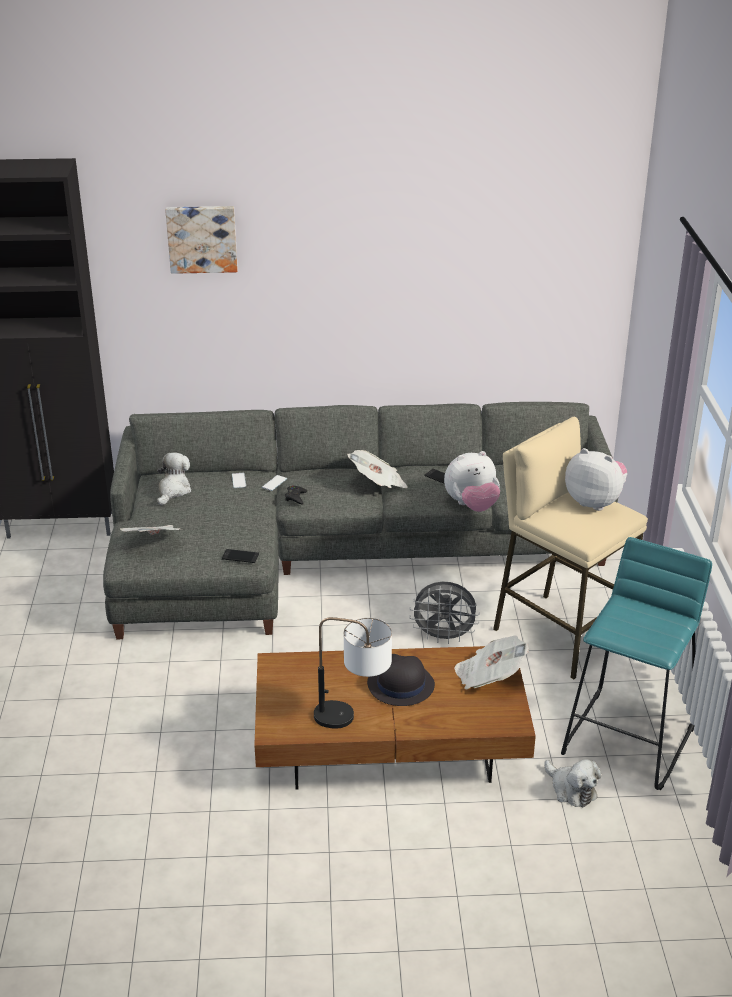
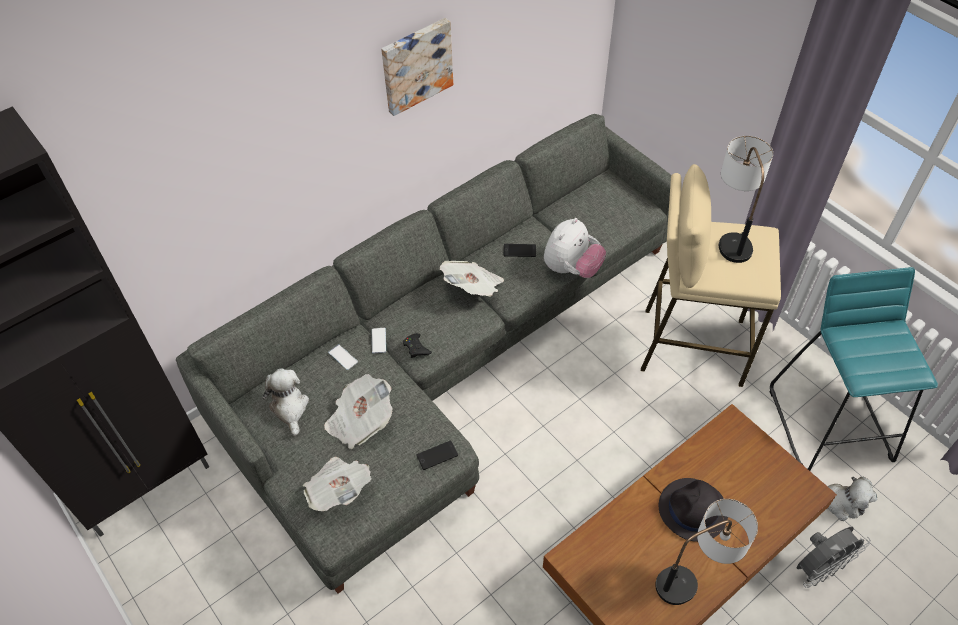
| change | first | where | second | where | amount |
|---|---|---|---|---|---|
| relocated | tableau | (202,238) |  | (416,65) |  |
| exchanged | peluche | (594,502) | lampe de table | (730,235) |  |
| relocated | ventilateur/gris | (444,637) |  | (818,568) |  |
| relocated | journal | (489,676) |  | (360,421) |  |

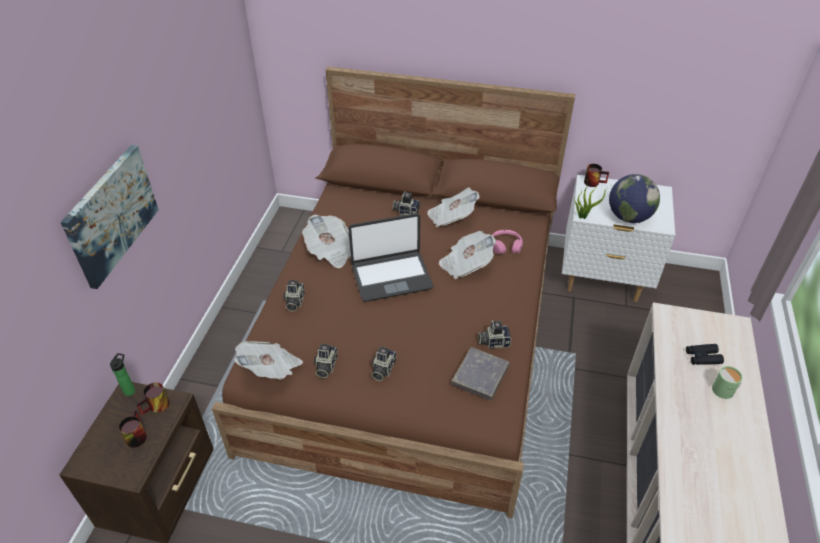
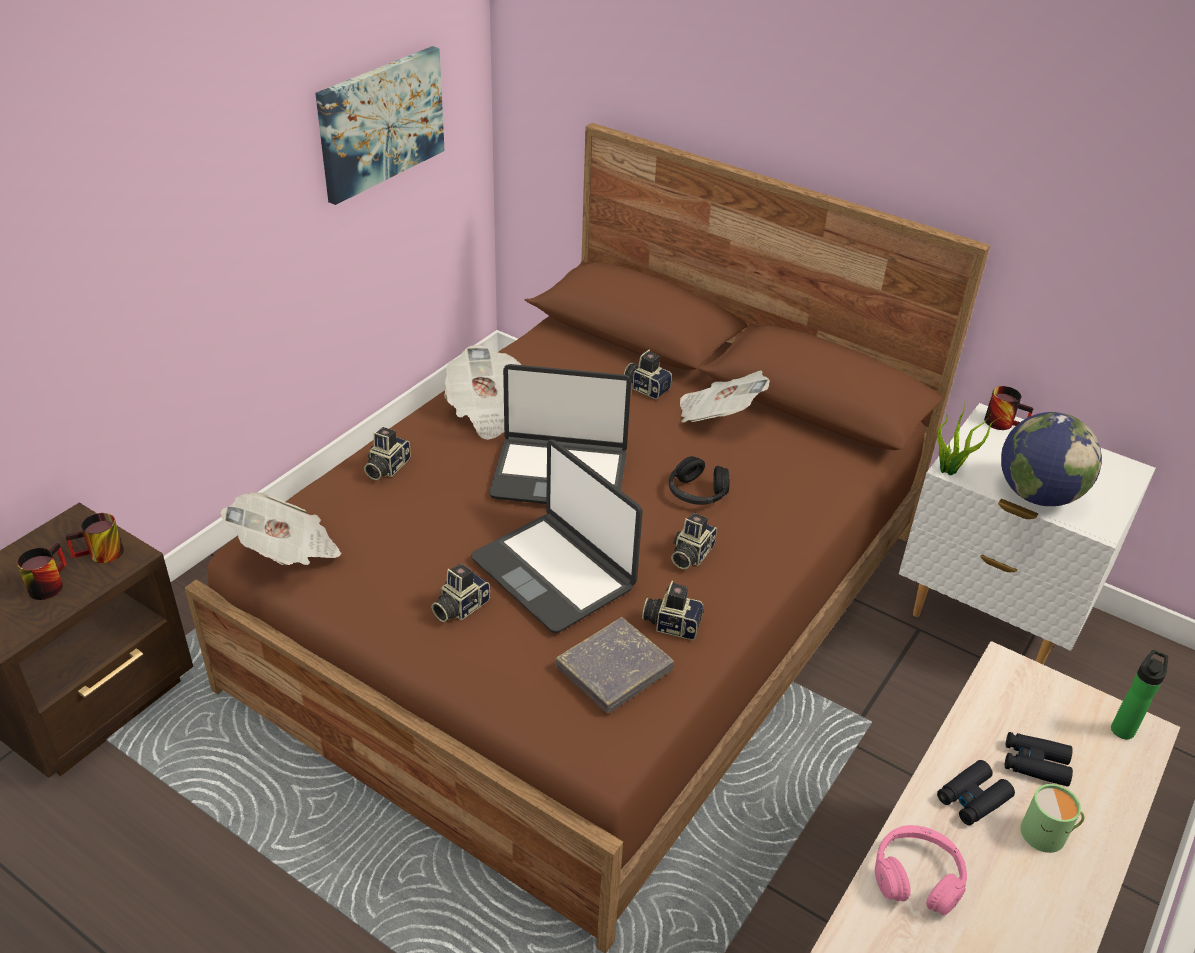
| change | first | where | second | where | amount |
|---|---|---|---|---|---|
| relocated | tableau | (111,214) |  | (381,122) |  |
| relocated | casque audio/rose | (505,246) |  | (917,877) |  |
| exchanged | journal | (466,265) | casque audio/noir | (697,493) |  |
| relocated | appareil photo | (325,366) |  | (690,554) |  |
| relocated | bouteille | (130,390) |  | (1123,728) |  |
| appeared |  |  | ordinateur portable | (554,572) |  |
| appeared |  |  | jumelles/noir | (972,798) |  |

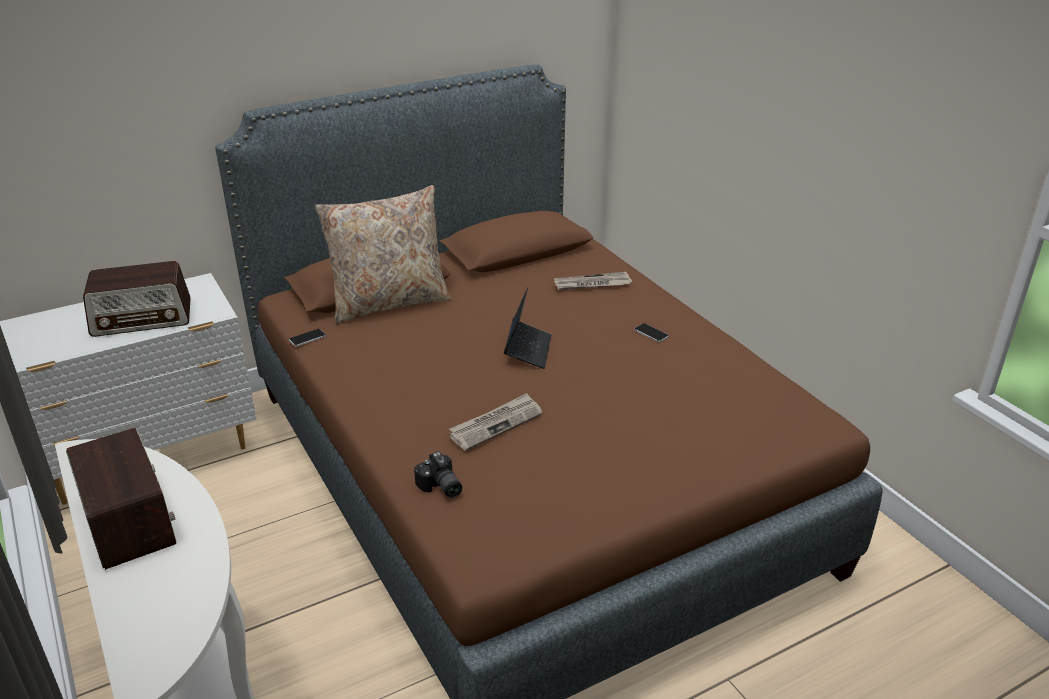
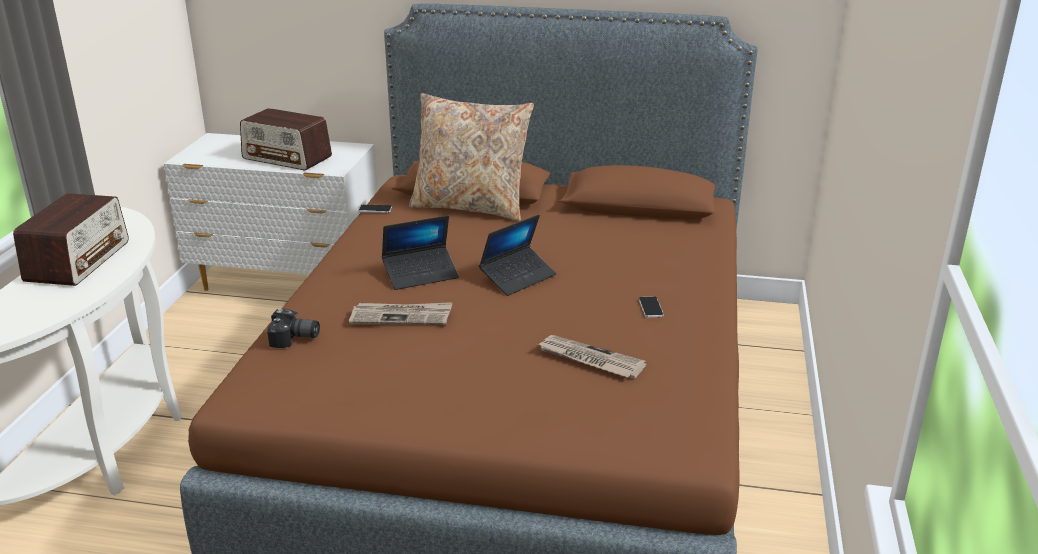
| change | first | where | second | where | amount |
|---|---|---|---|---|---|
| relocated | journal | (592,284) |  | (589,360) |  |
| spun | appareil photo | (440,487) |  | (294,339) | 90 degrees counterclockwise |
| appeared |  |  | ordinateur portable | (421,274) |  |

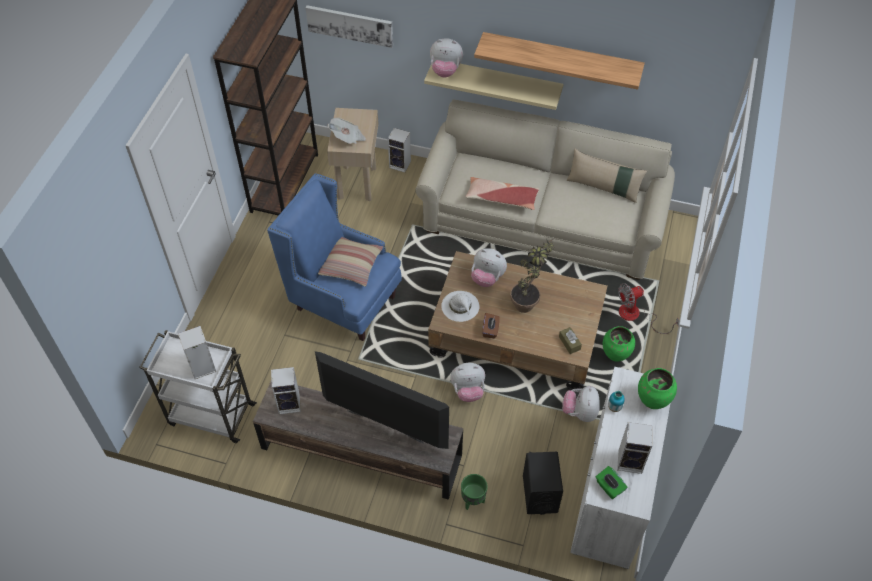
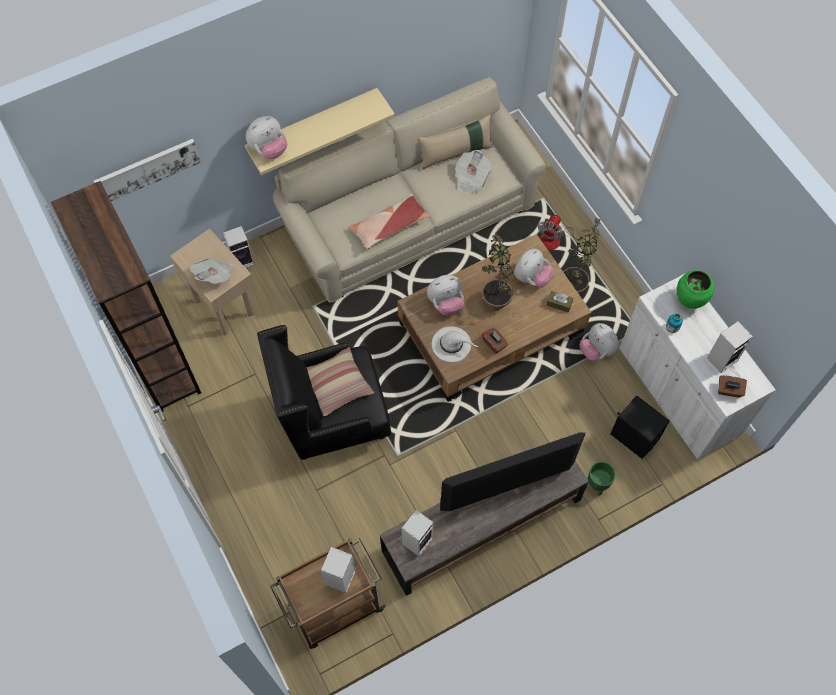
| change | first | where | second | where | amount |
|---|---|---|---|---|---|
| missing | étagère | (561,58) |  |  |  |
| colour | fauteuil/bleu | (344,302) | fauteuil/noir | (333,420) |  |
| exchanged | vase/vert | (616,355) | plante en pot | (575,283) |  |
| colour | chariot/blanc | (210,414) | chariot/marron | (334,609) |  |
| relocated | peluche | (468,390) |  | (531,277) |  |
| colour | boîte à mouchoirs/vert | (609,487) | boîte à mouchoirs/marron | (729,390) |  |
| appeared |  |  | journal | (471,178) |  |

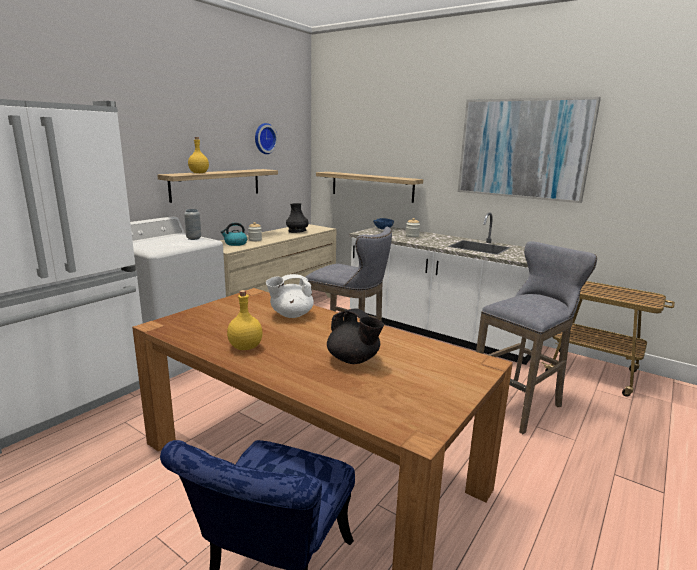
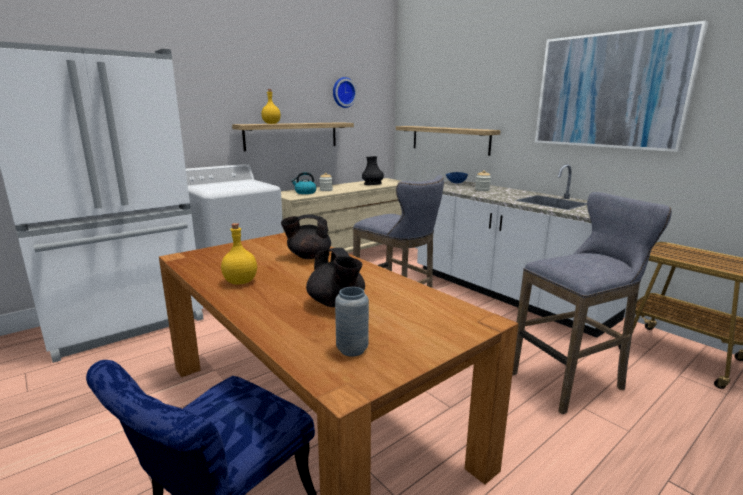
| change | first | where | second | where | amount |
|---|---|---|---|---|---|
| relocated | vase/gris | (193,238) |  | (352,350) |  |
| colour | théière/blanc | (291,315) | théière/noir | (308,256) |  |

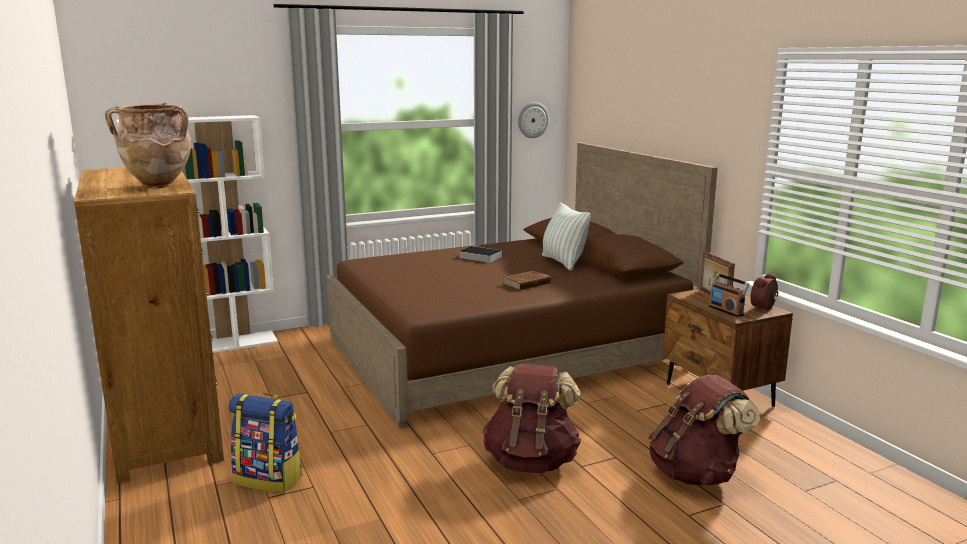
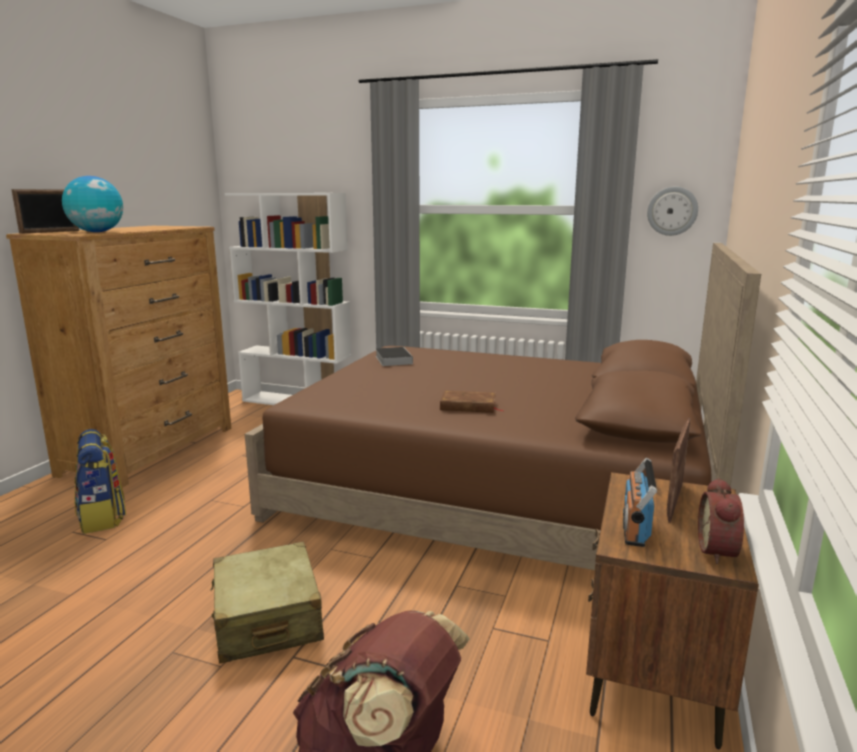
| change | first | where | second | where | amount |
|---|---|---|---|---|---|
| exchanged | vase/beige | (160,186) | globe | (97,232) |  |
| missing | coussin | (563,262) |  |  |  |
| relocated | livre | (479,257) |  | (393,359) |  |
| spun | réveil | (764,308) |  | (720,551) | 75 degrees counterclockwise |
| exchanged | sac à dos/marron | (531,461) | valise/beige | (267,618) |  |
| appeared |  |  | cadre photo | (50,232) |  |

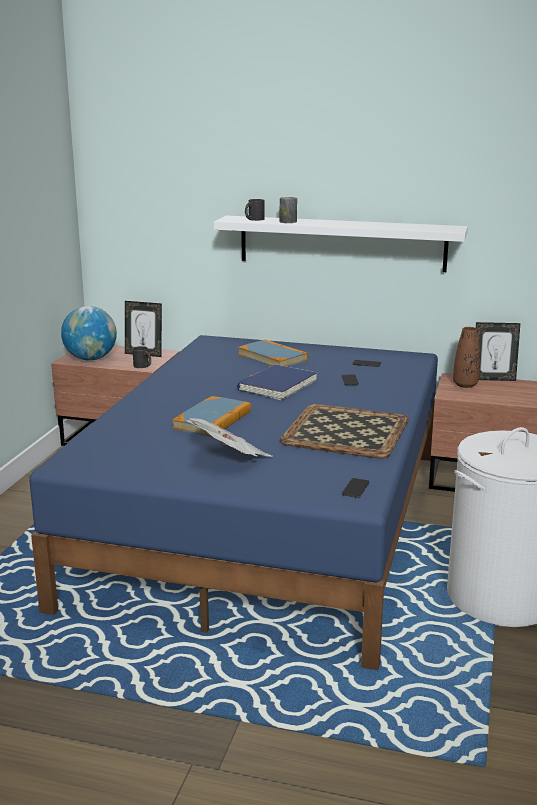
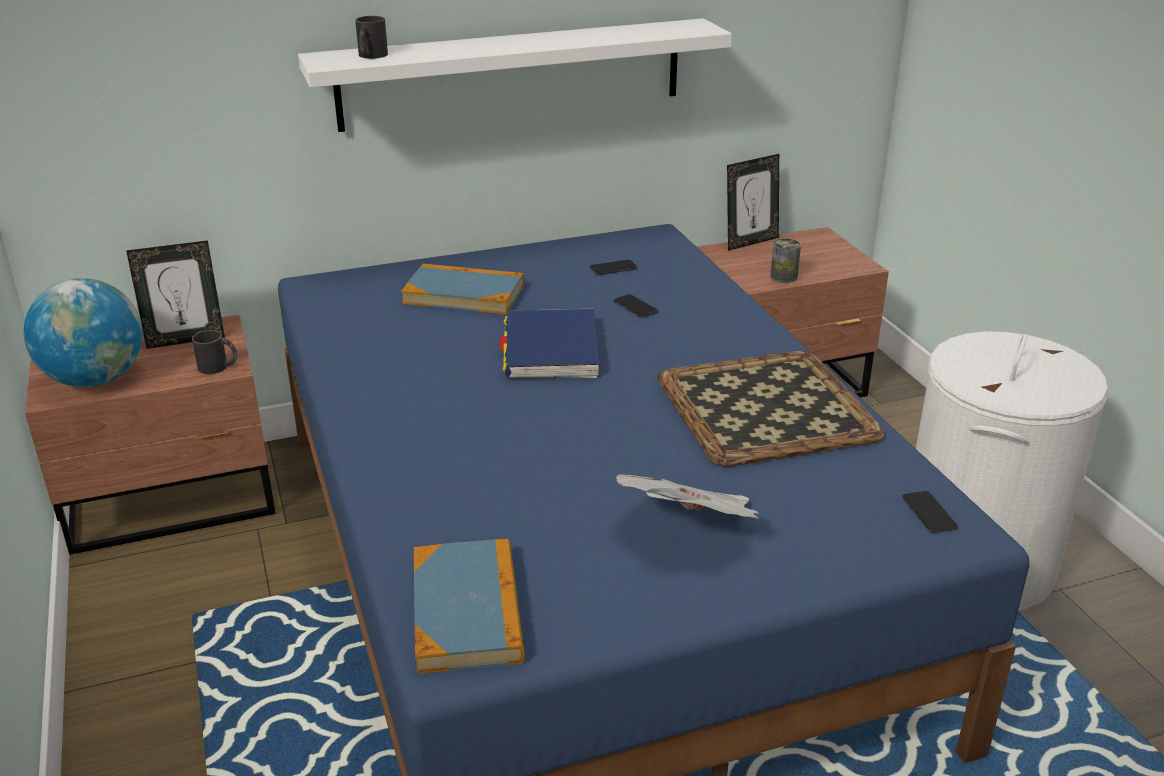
| change | first | where | second | where | amount |
|---|---|---|---|---|---|
| relocated | boîte métallique | (288,221) |  | (783,277) |  |
| missing | vase/marron | (465,385) |  |  |  |
| relocated | livre | (212,420) |  | (467,610) |  |

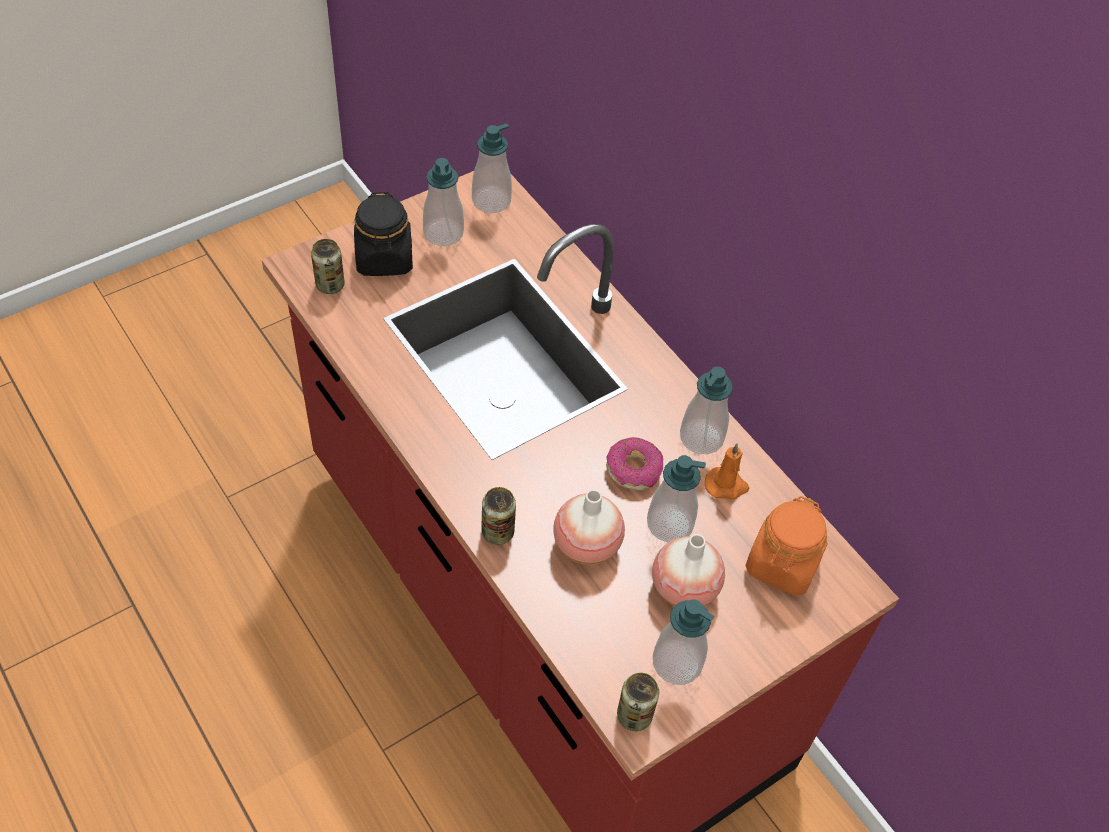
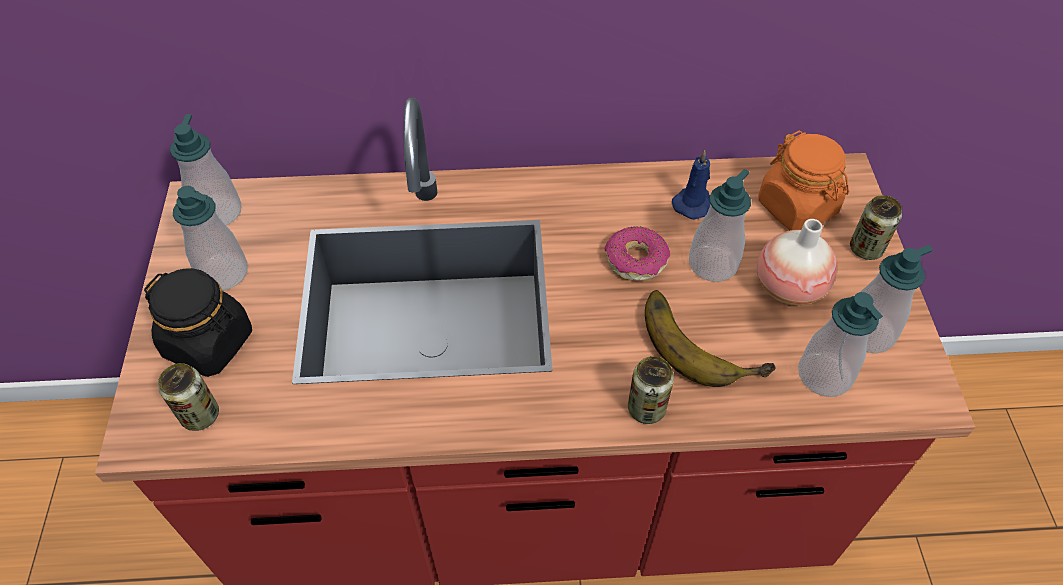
| change | first | where | second | where | amount |
|---|---|---|---|---|---|
| relocated | distributeur de savon | (701,437) |  | (824,375) |  |
| colour | bougie/orange | (726,485) | bougie/bleu | (693,203) |  |
| exchanged | vase | (586,544) | banane | (702,339) |  |
| relocated | boîte métallique | (634,715) |  | (865,248) |  |

